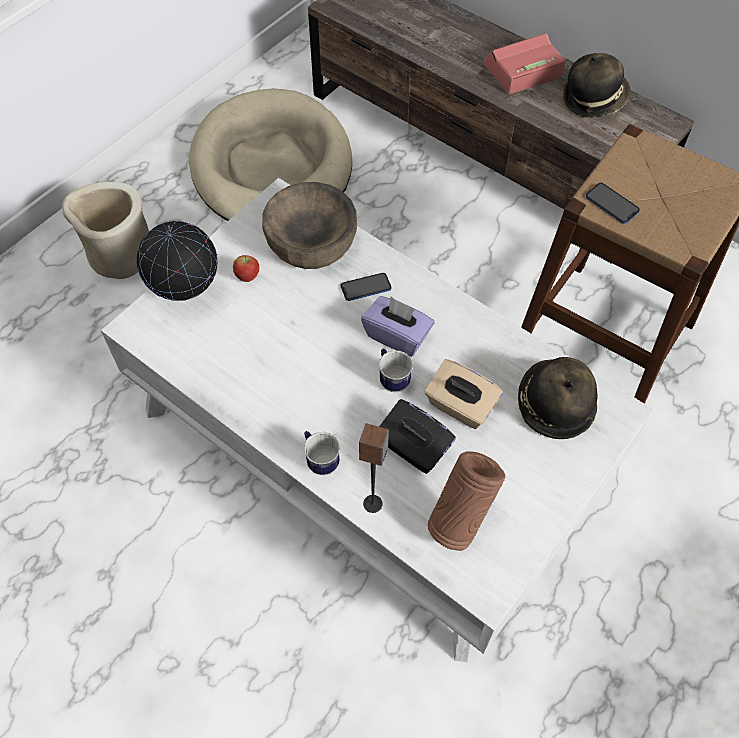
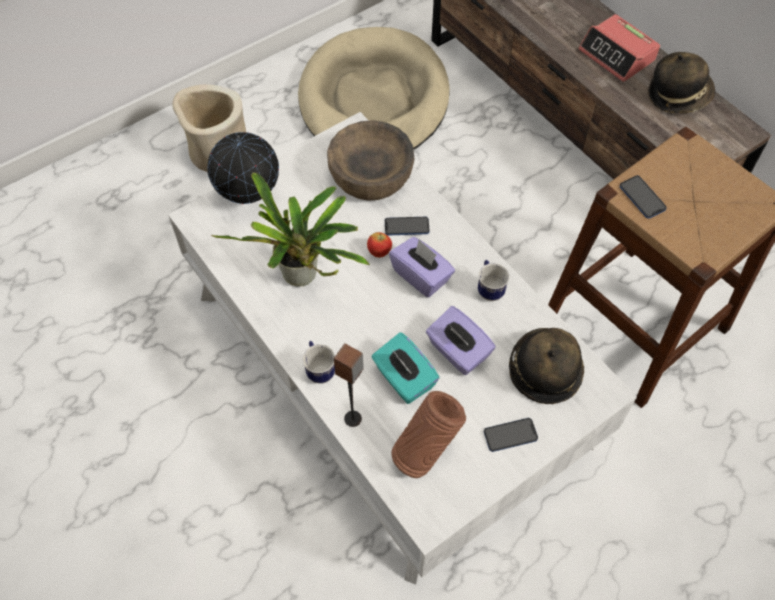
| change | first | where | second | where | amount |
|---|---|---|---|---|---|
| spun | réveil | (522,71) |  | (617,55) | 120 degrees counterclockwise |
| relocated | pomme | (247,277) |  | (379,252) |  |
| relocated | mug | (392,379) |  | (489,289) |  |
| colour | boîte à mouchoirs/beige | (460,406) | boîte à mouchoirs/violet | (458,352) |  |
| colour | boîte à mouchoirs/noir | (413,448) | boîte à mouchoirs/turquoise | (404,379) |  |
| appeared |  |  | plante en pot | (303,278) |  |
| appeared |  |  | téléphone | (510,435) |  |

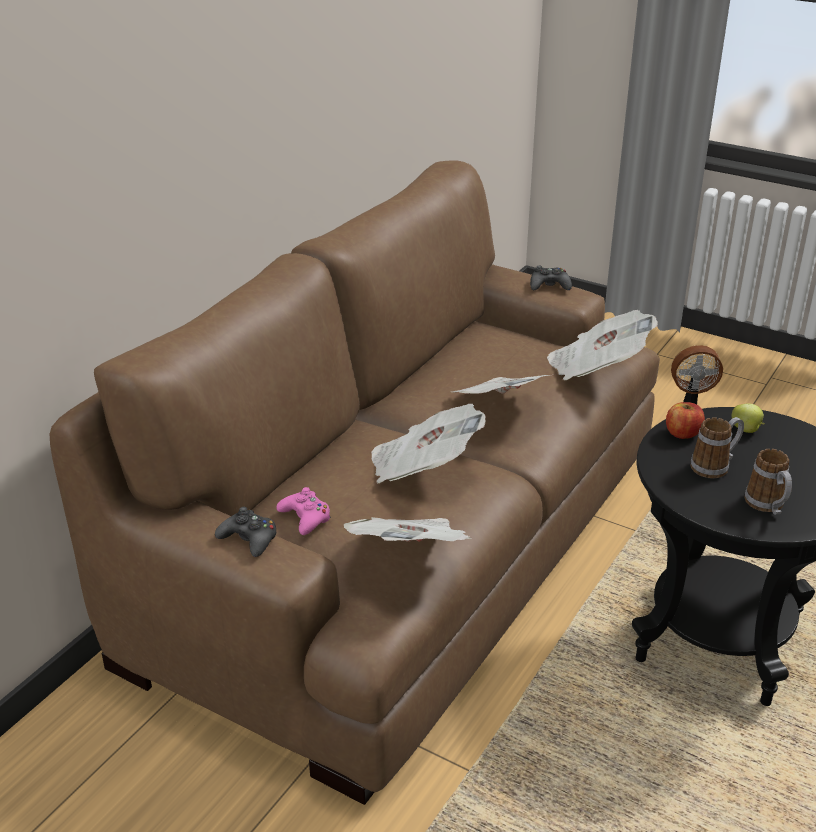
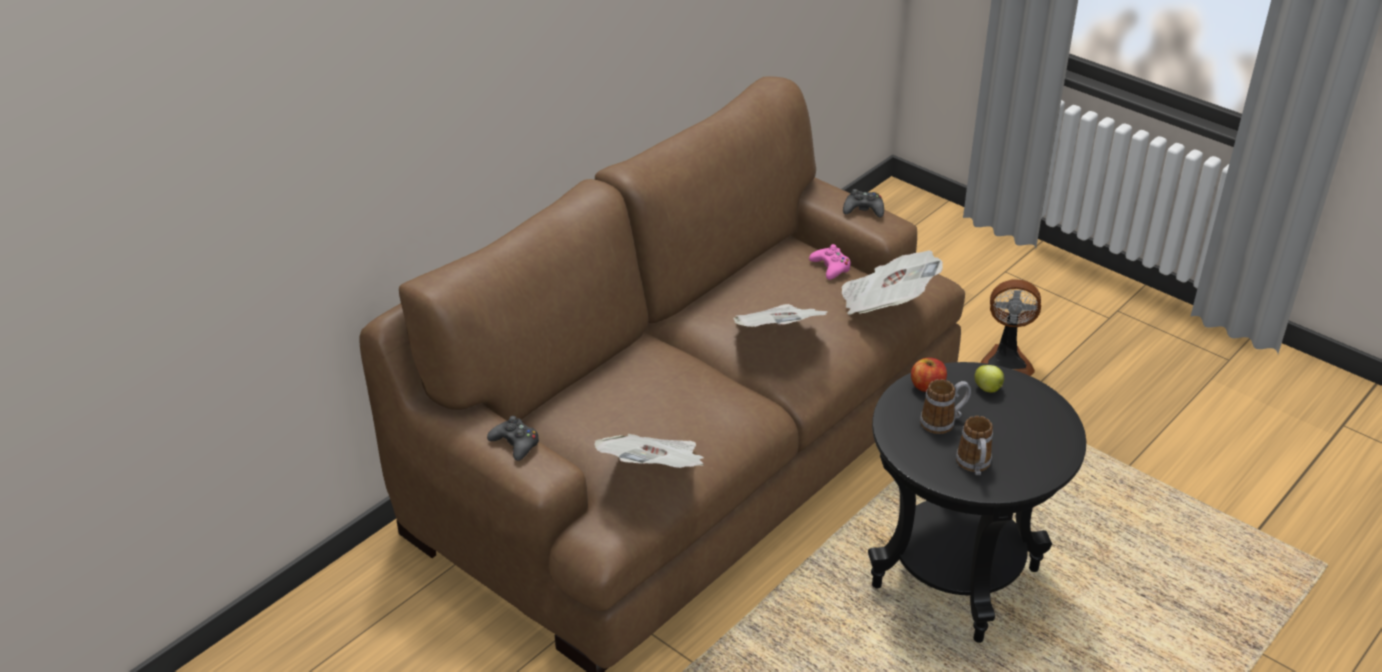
| change | first | where | second | where | amount |
|---|---|---|---|---|---|
| missing | journal | (423,468) |  |  |  |
| relocated | manette/rose | (305,518) |  | (831,267) |  |

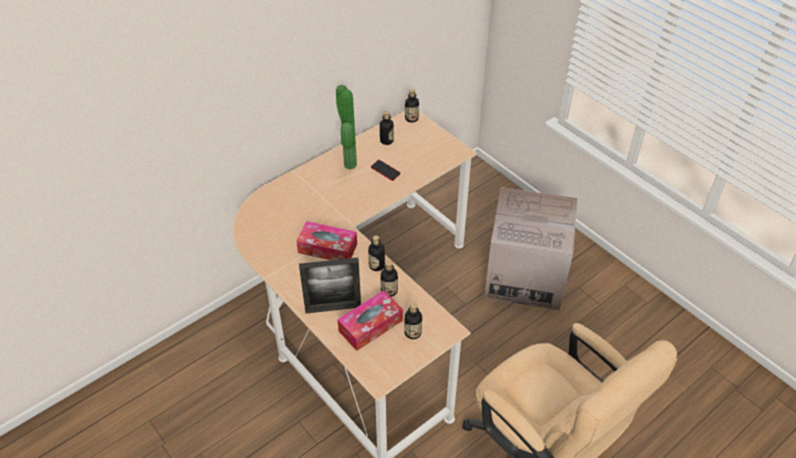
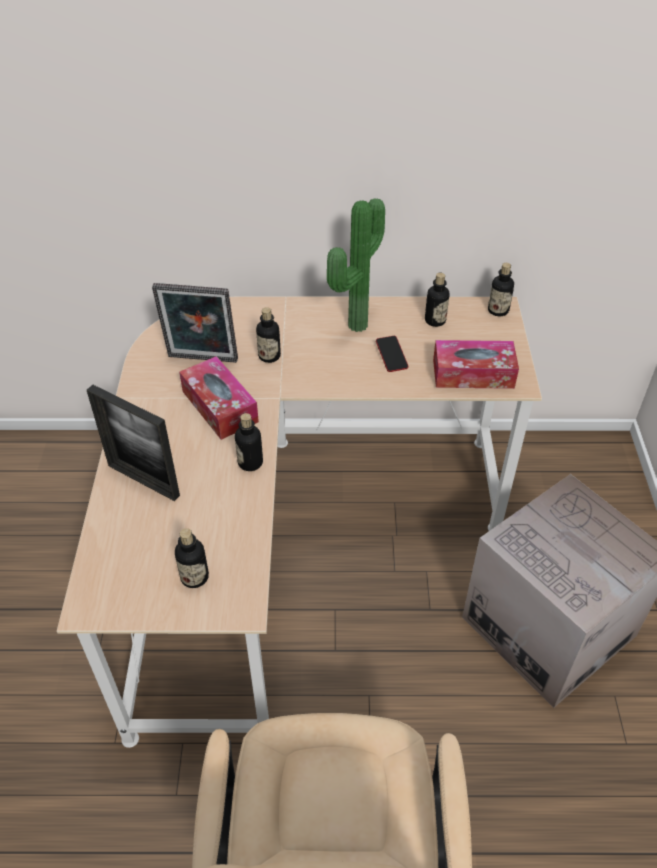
| change | first | where | second | where | amount |
|---|---|---|---|---|---|
| relocated | bouteille | (389,291) |  | (269,356) |  |
| relocated | boîte à mouchoirs | (370,326) |  | (473,374) |  |
| appeared |  |  | cadre photo | (202,360) |  |

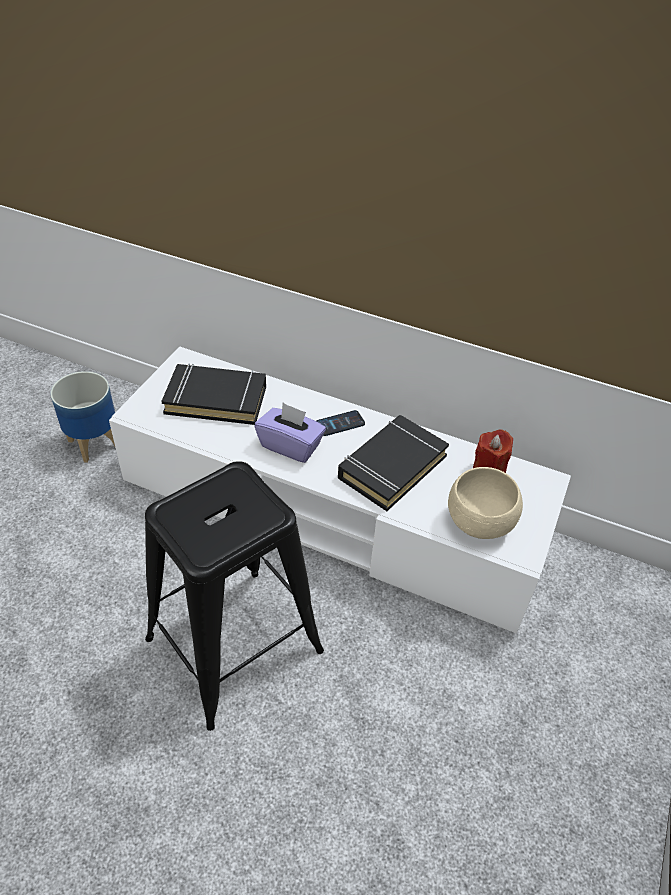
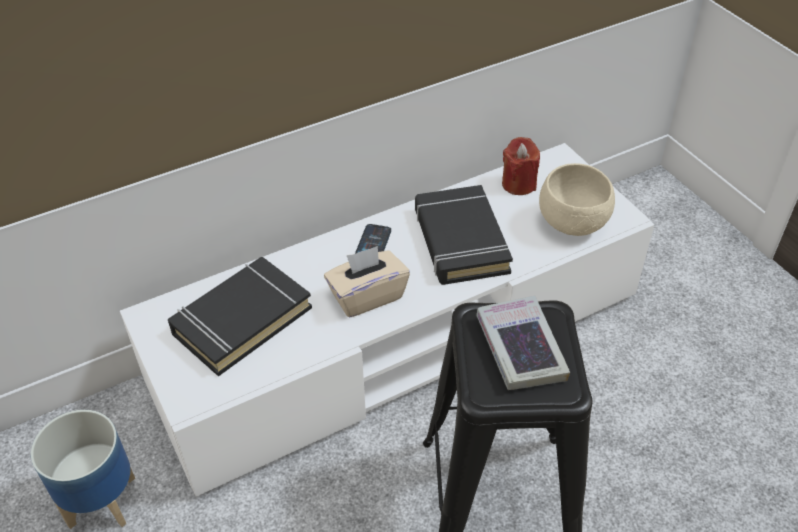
| change | first | where | second | where | amount |
|---|---|---|---|---|---|
| colour | boîte à mouchoirs/violet | (290,445) | boîte à mouchoirs/beige | (367,296) |  |
| appeared |  |  | livre | (520,348) |  |

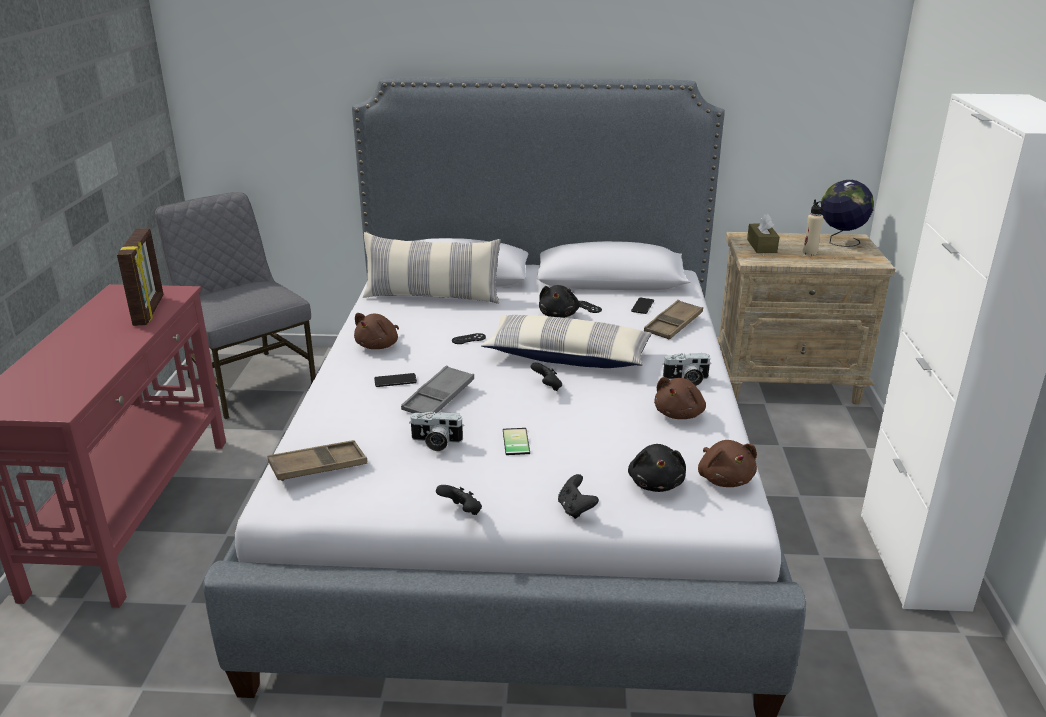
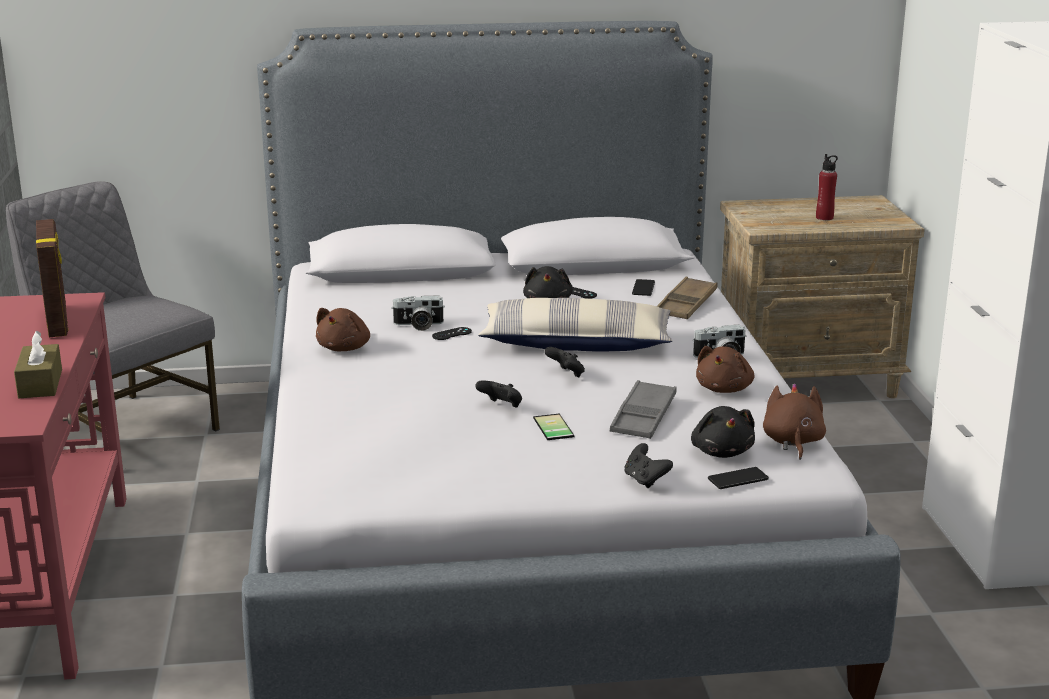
| change | first | where | second | where | amount |
|---|---|---|---|---|---|
| missing | globe | (840,242) |  |  |  |
| colour | bouteille/beige | (810,252) | bouteille/rouge | (824,217) |  |
| relocated | boîte à mouchoirs/marron | (761,246) |  | (40,384) |  |
| missing | coussin | (432,297) |  |  |  |
| relocated | plateau/gris | (439,398) |  | (643,417) |  |
| relocated | téléphone | (395,381) |  | (738,479) |  |
| relocated | appareil photo | (435,442) |  | (418,325) |  |
| missing | plateau/marron | (318,466) |  |  |  |
| spun | peluche/marron | (724,478) |  | (792,442) | 150 degrees counterclockwise |
| relocated | manette/noir | (461,512) |  | (501,406) |  |

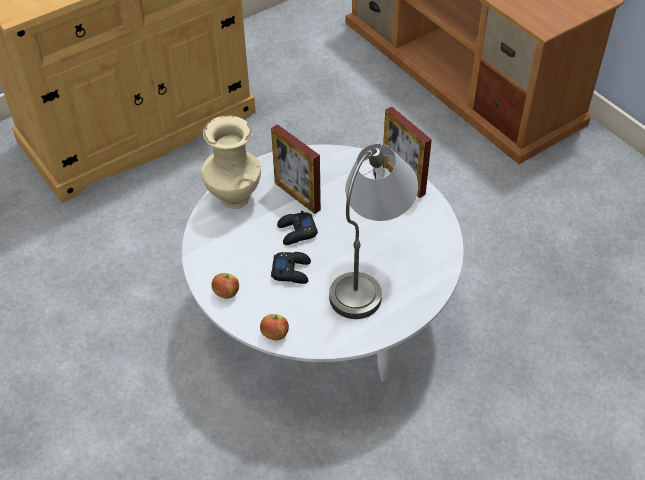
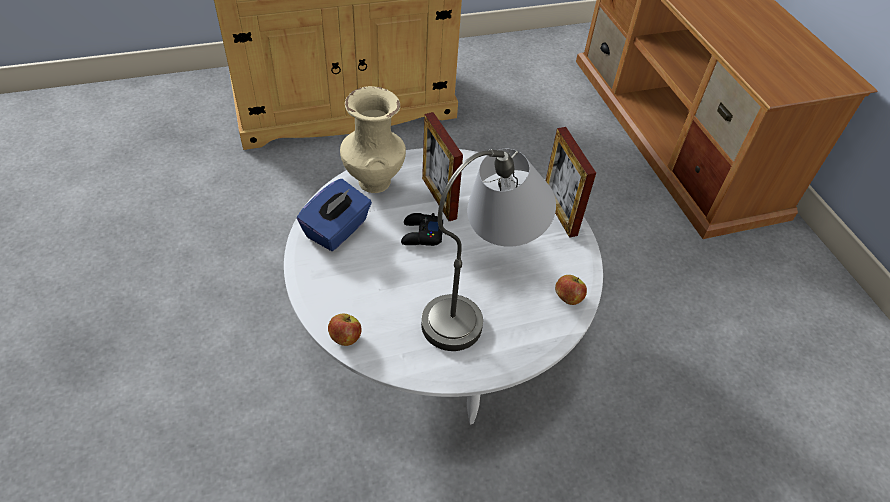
| change | first | where | second | where | amount |
|---|---|---|---|---|---|
| missing | manette/noir | (291,271) |  |  |  |
| relocated | pomme | (226,293) |  | (568,298) |  |
| appeared |  |  | boîte à mouchoirs/bleu | (337,230) |  |

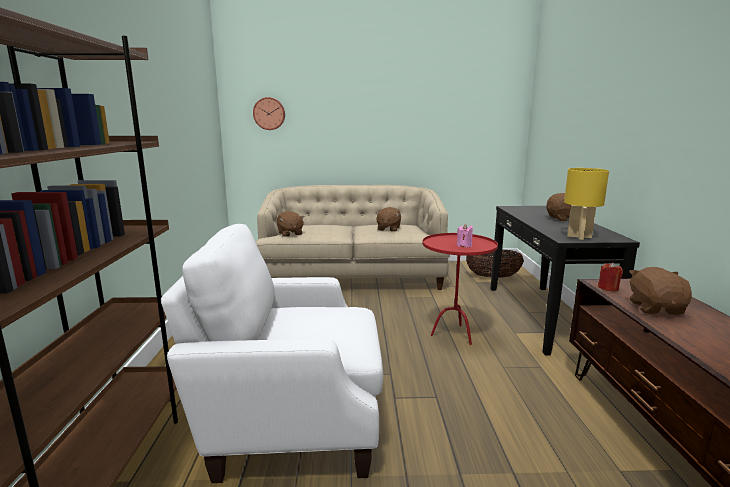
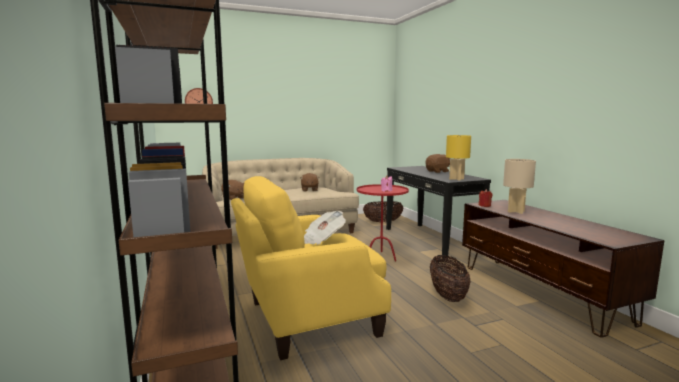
| change | first | where | second | where | amount |
|---|---|---|---|---|---|
| colour | fauteuil/blanc | (292,421) | fauteuil/jaune | (308,319) |  |
| exchanged | peluche/marron | (656,308) | lampe de table/beige | (515,211) |  |
| appeared |  |  | journal | (321,240) |  |
| appeared |  |  | panier | (447,296) |  |

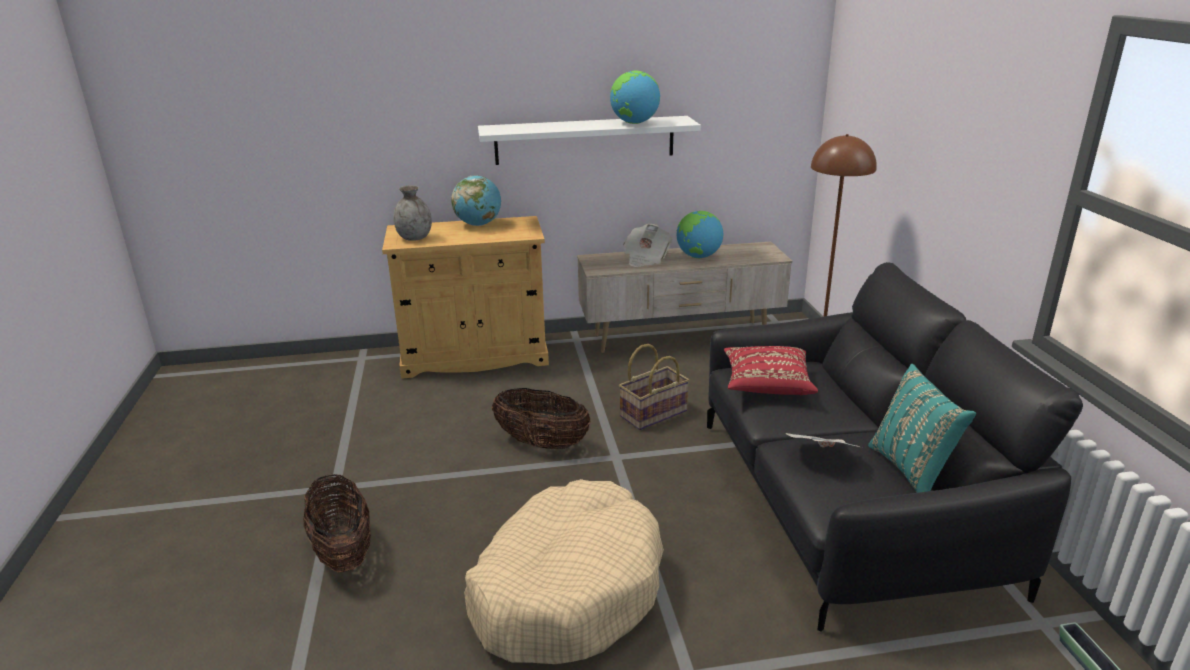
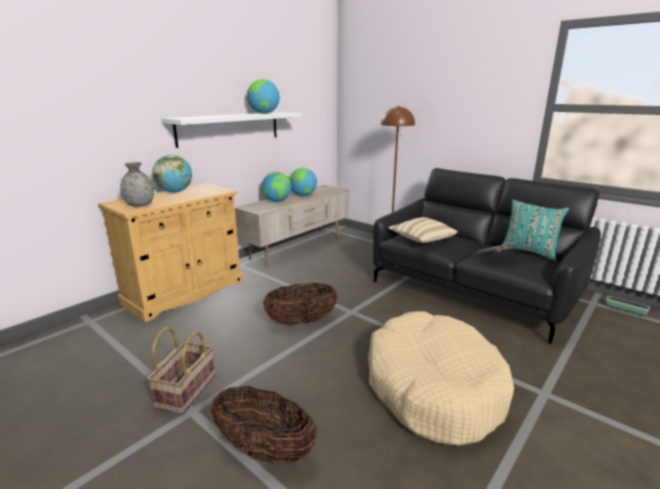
| change | first | where | second | where | amount |
|---|---|---|---|---|---|
| exchanged | journal | (645,259) | globe | (277,201) |  |
| relocated | panier | (653,413) |  | (185,390) |  |
| colour | coussin/rouge | (767,385) | coussin/beige | (421,239) |  |

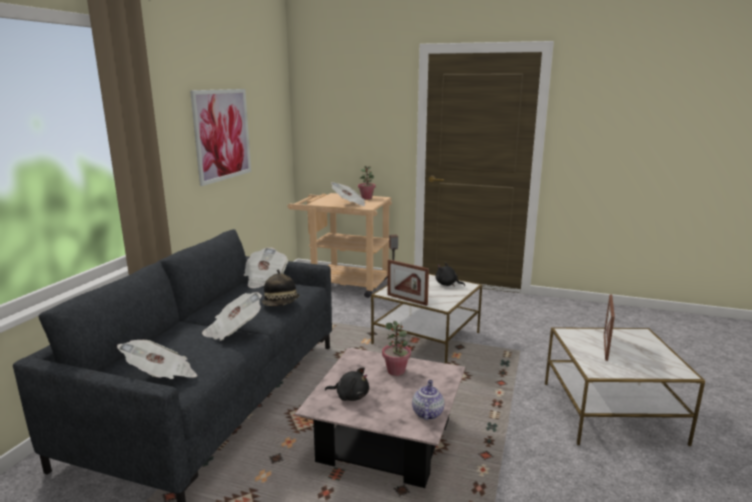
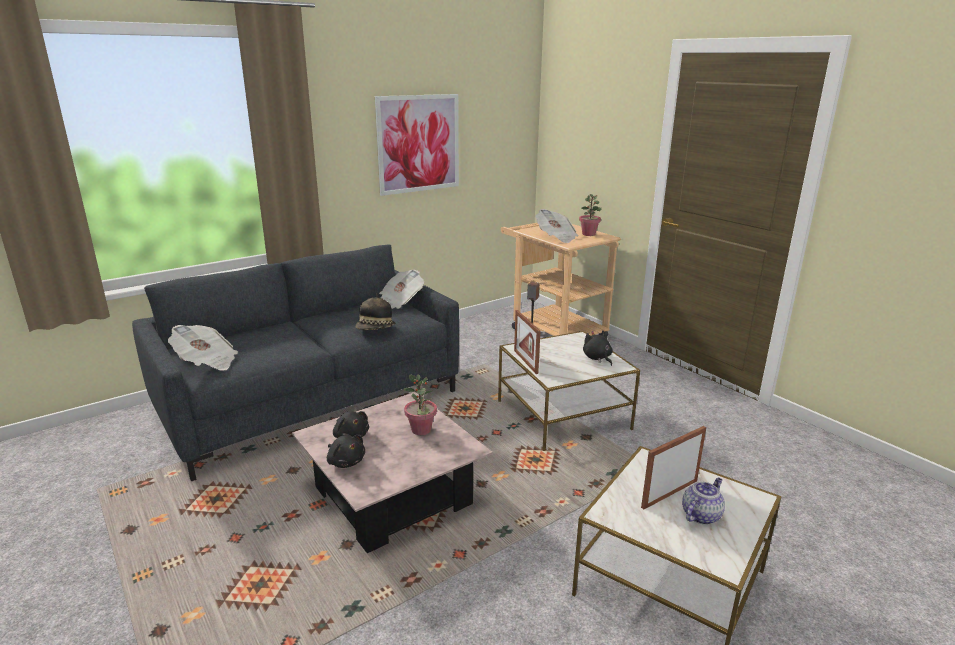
| change | first | where | second | where | amount |
|---|---|---|---|---|---|
| missing | journal | (233,330) |  |  |  |
| relocated | théière | (427,413) |  | (701,515) |  |
| appeared |  |  | peluche/noir | (346,461) |  |

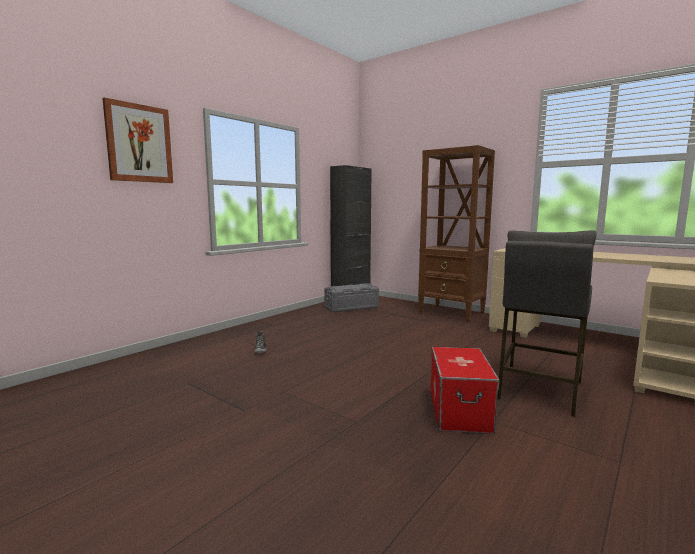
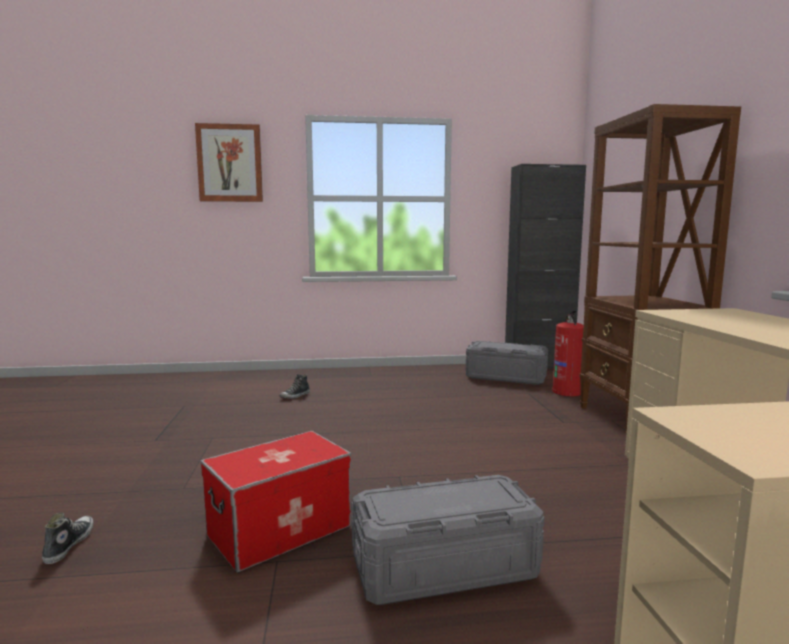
| change | first | where | second | where | amount |
|---|---|---|---|---|---|
| exchanged | tabouret/gris | (538,390) | boîte de rangement/gris | (443,567) |  |
| appeared |  |  | extincteur | (567,391) |  |
| appeared |  |  | chaussure | (69,544) |  |

